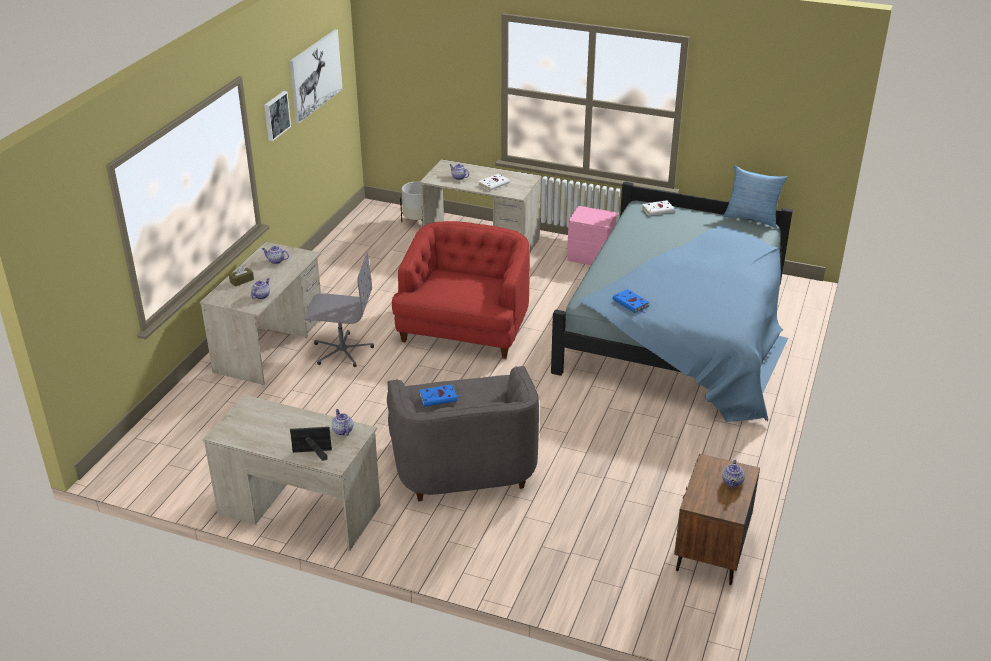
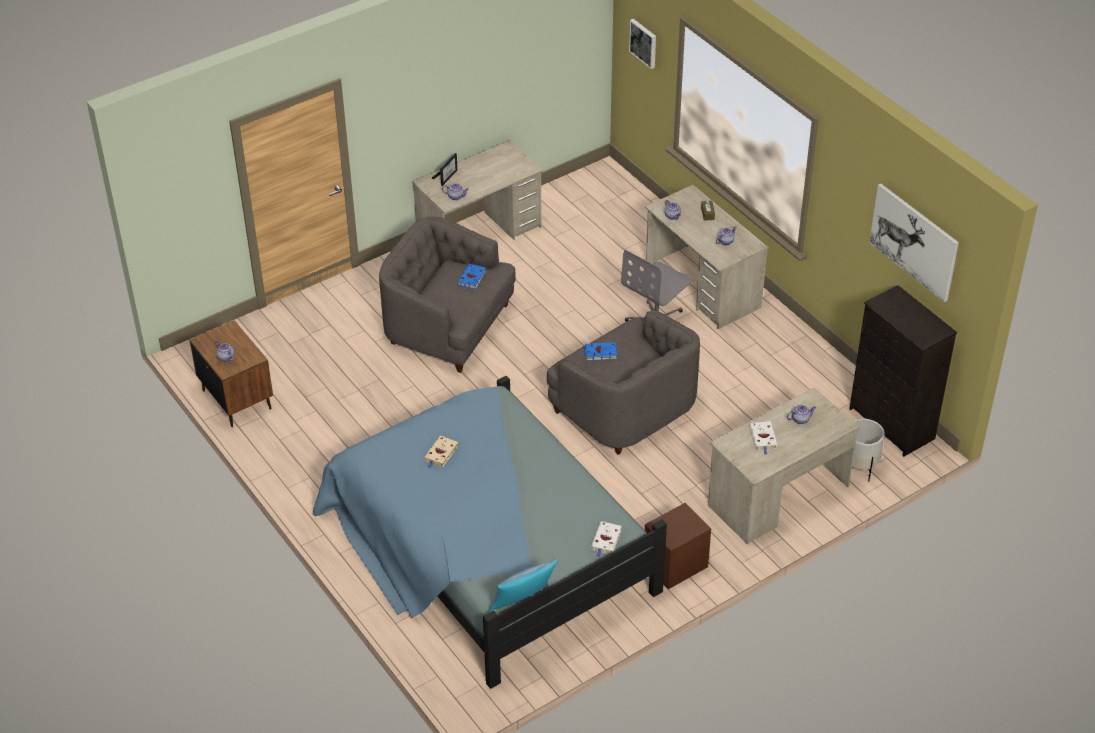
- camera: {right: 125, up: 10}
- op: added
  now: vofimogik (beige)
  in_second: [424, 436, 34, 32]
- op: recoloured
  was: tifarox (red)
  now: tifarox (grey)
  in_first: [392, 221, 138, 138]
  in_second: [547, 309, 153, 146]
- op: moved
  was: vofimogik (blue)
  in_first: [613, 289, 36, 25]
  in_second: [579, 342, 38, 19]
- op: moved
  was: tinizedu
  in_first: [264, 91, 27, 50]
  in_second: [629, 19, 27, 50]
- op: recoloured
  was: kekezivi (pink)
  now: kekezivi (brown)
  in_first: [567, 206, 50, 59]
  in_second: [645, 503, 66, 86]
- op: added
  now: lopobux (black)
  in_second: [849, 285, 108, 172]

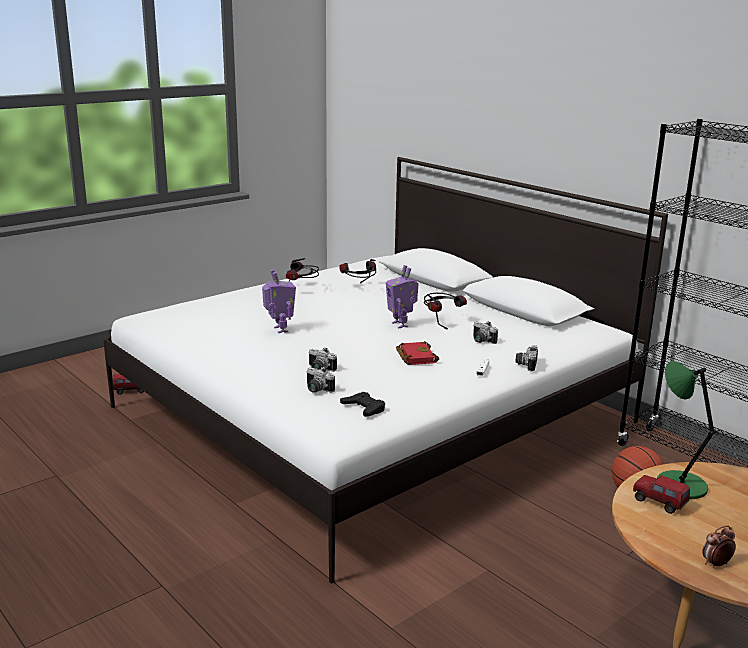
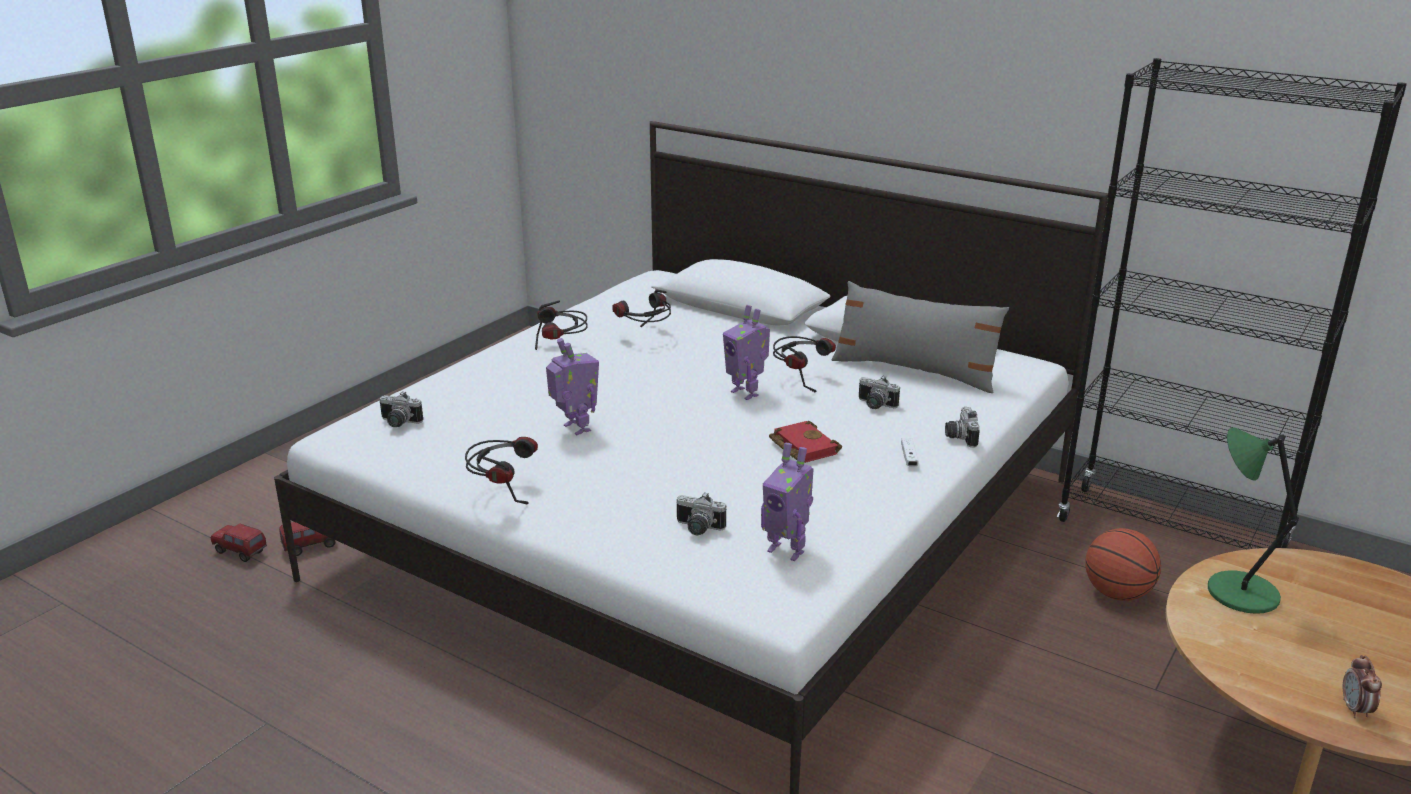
- camera: {right: -15, up: 5}
- op: moved
  was: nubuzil
  in_first: [633, 475, 57, 39]
  in_second: [210, 523, 57, 39]
- op: moved
  was: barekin
  in_first: [309, 347, 28, 25]
  in_second: [379, 391, 44, 36]
- op: added
  now: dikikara
  in_second: [465, 437, 73, 67]
- op: replaced
  was: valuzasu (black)
  now: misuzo
  in_first: [340, 392, 45, 25]
  in_second: [761, 443, 53, 118]
- op: added
  now: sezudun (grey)
  in_second: [832, 281, 177, 112]
- op: turned
  was: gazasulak
  in_first: [702, 526, 34, 42]
  in_second: [1343, 655, 39, 63]
  clockwise: -45

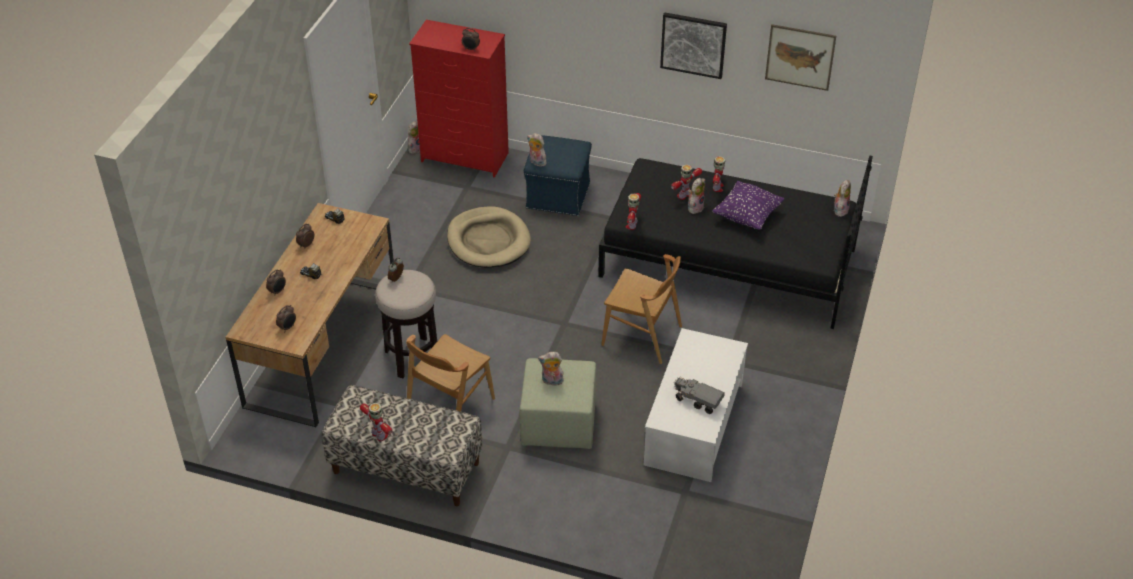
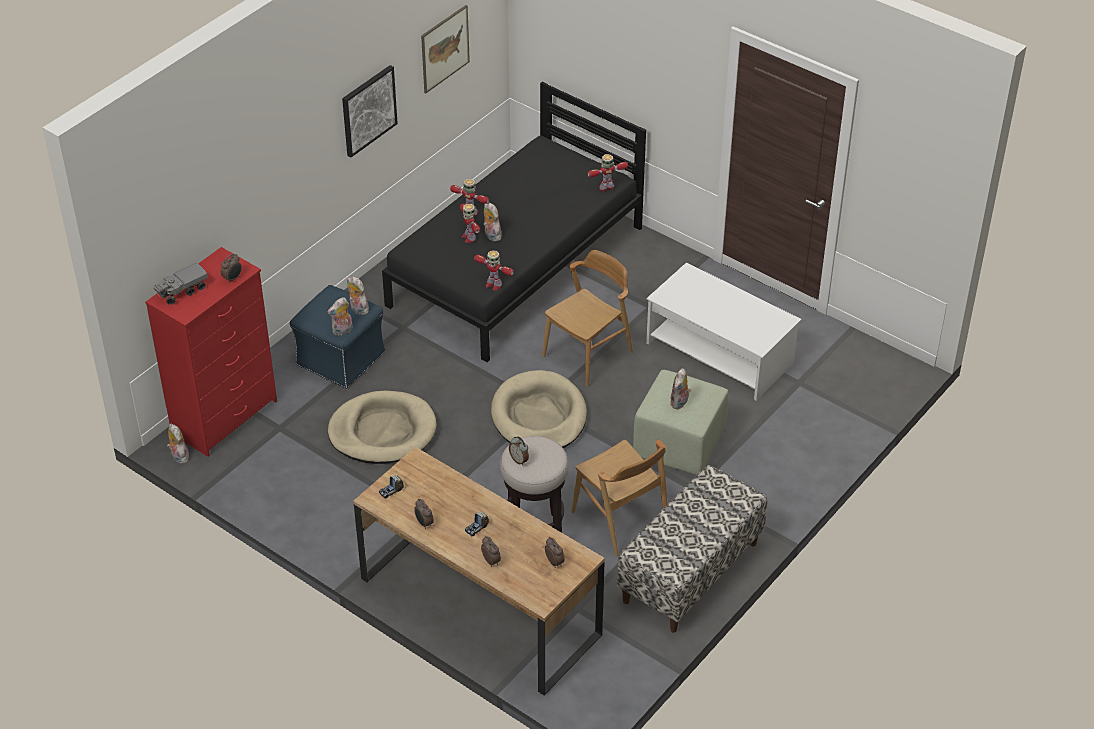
- camera: {right: -70, up: 0}
- op: moved
  was: nubuzil
  in_first: [674, 377, 51, 37]
  in_second: [154, 263, 54, 42]
- op: moved
  was: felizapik
  in_first: [834, 180, 17, 37]
  in_second: [347, 277, 22, 38]
- op: added
  now: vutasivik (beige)
  in_second: [491, 370, 96, 78]
- op: moved
  was: misuzo
  in_first: [360, 403, 32, 38]
  in_second: [588, 154, 40, 37]
- op: removed
  was: sezudun (purple)
  in_first: [712, 181, 72, 49]

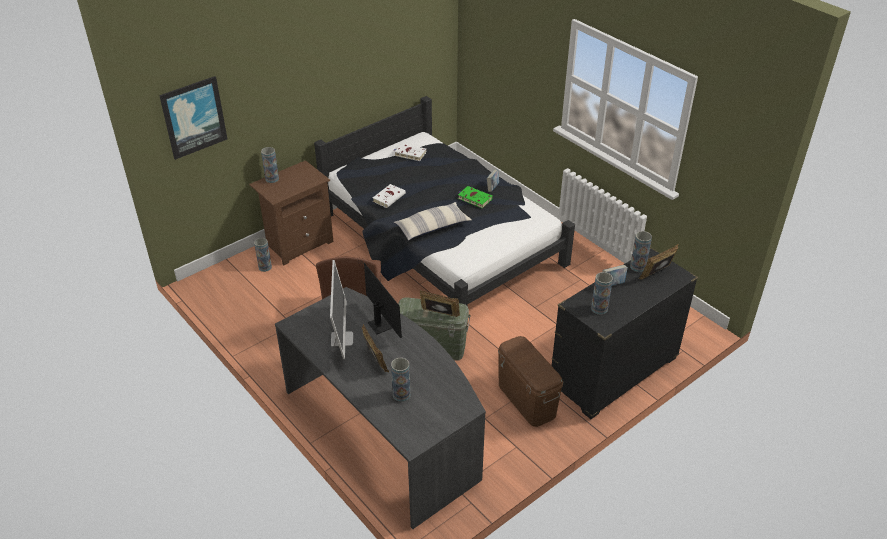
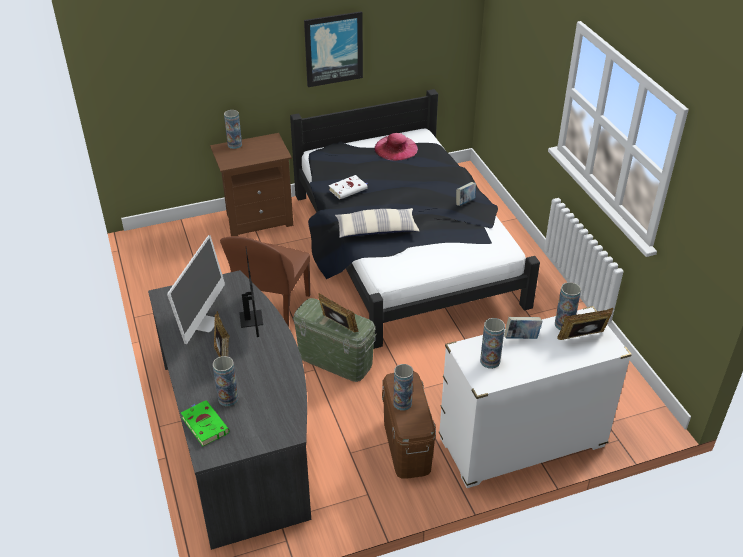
- camera: {right: 20, up: 0}
- op: moved
  was: vofimogik (green)
  in_first: [458, 186, 35, 22]
  in_second: [181, 400, 48, 46]
- op: moved
  was: tinizedu
  in_first: [159, 76, 68, 84]
  in_second: [304, 11, 59, 76]
- op: replaced
  was: vofimogik (white)
  now: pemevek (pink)
  in_first: [394, 143, 33, 18]
  in_second: [374, 133, 44, 28]
- op: moved
  was: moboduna
  in_first: [254, 238, 18, 34]
  in_second: [393, 364, 20, 47]
- op: recoloured
  was: lopobux (black)
  now: lopobux (white)
  in_first: [552, 247, 146, 172]
  in_second: [439, 306, 193, 182]

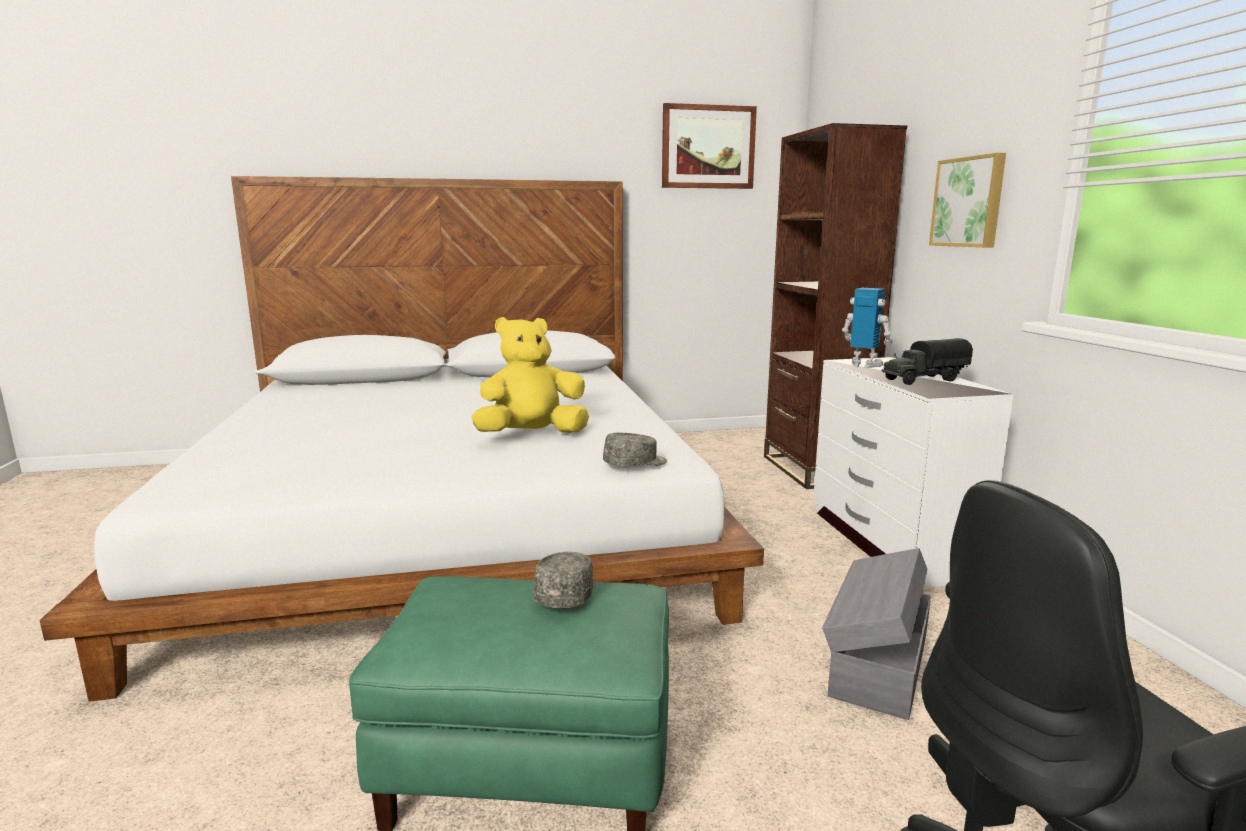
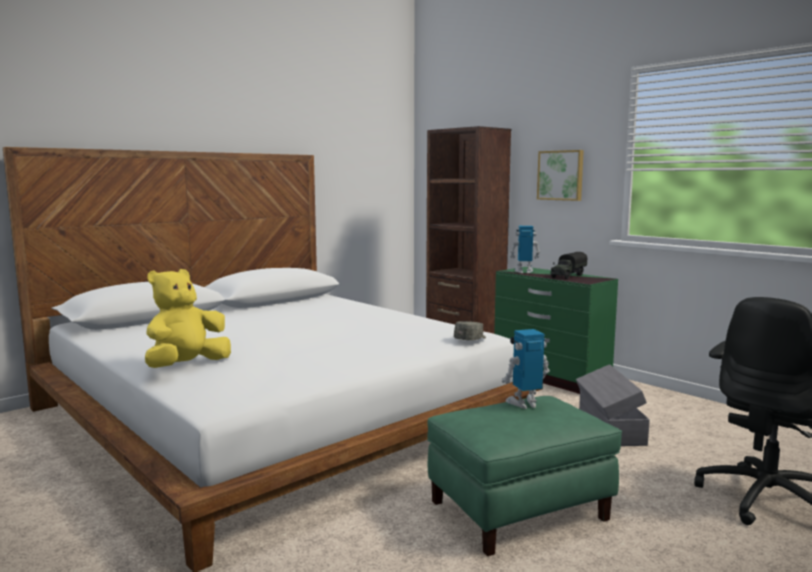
- camera: {right: -30, up: -5}
- op: moved
  was: felizapik (yellow)
  in_first: [471, 317, 118, 116]
  in_second: [145, 269, 86, 99]
- op: recoloured
  was: lopobux (white)
  now: lopobux (green)
  in_first: [813, 357, 201, 231]
  in_second: [494, 267, 124, 127]
- op: replaced
  was: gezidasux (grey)
  now: misuzo
  in_first: [533, 552, 62, 56]
  in_second: [502, 329, 48, 80]
- op: removed
  was: tinizedu
  in_first: [662, 103, 95, 86]

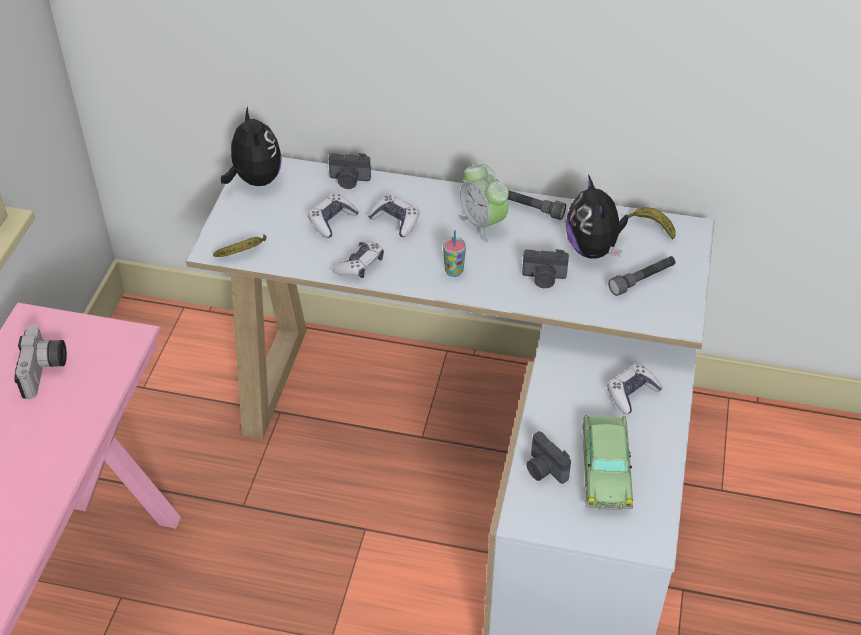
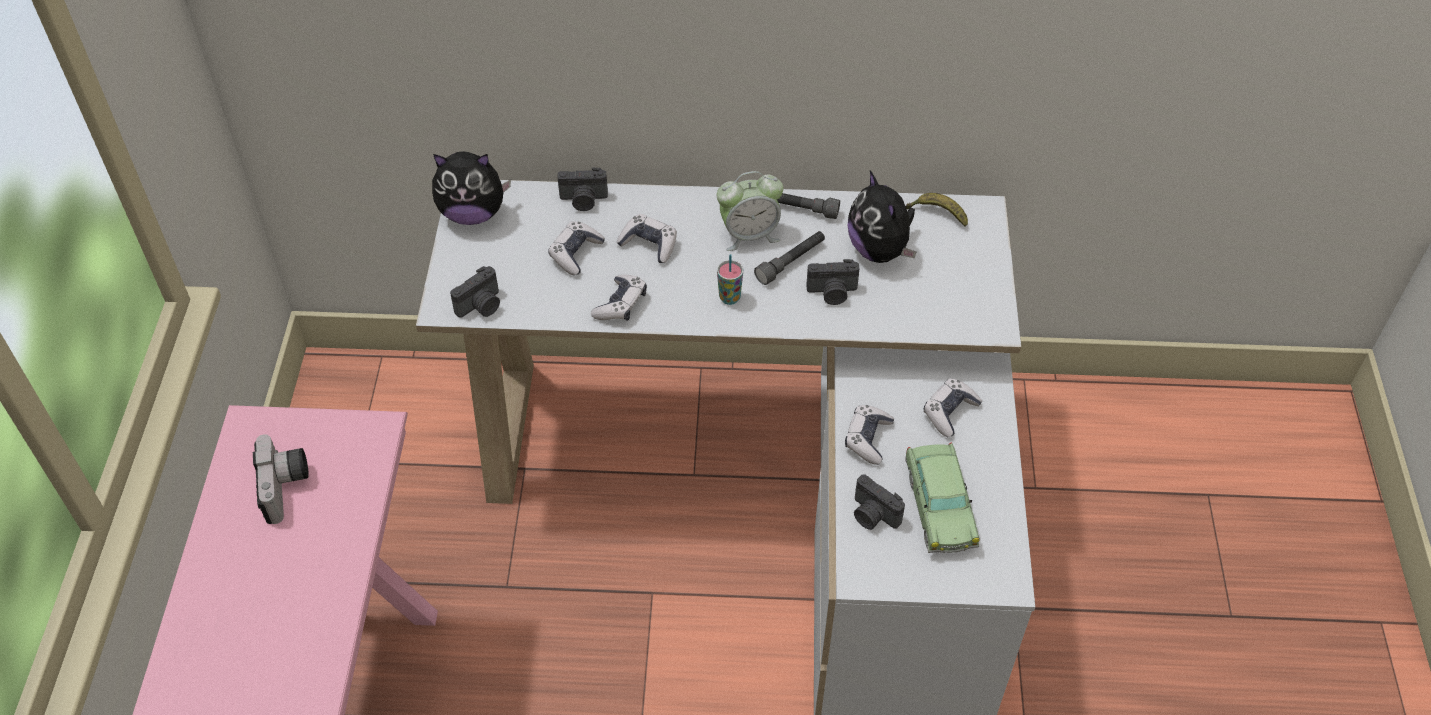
- camera: {right: -10, up: 5}
- op: turned
  was: felizapik
  in_first: [221, 106, 61, 80]
  in_second: [432, 151, 79, 74]
  clockwise: 120
- op: replaced
  was: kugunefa
  now: barekin
  in_first: [213, 235, 54, 22]
  in_second: [450, 266, 50, 52]
- op: turned
  was: gazasulak
  in_first: [458, 164, 51, 78]
  in_second: [717, 171, 67, 80]
  clockwise: -60
- op: moved
  was: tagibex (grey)
  in_first: [608, 256, 67, 40]
  in_second: [754, 231, 71, 54]
- op: added
  now: valuzasu
  in_second: [845, 405, 49, 60]

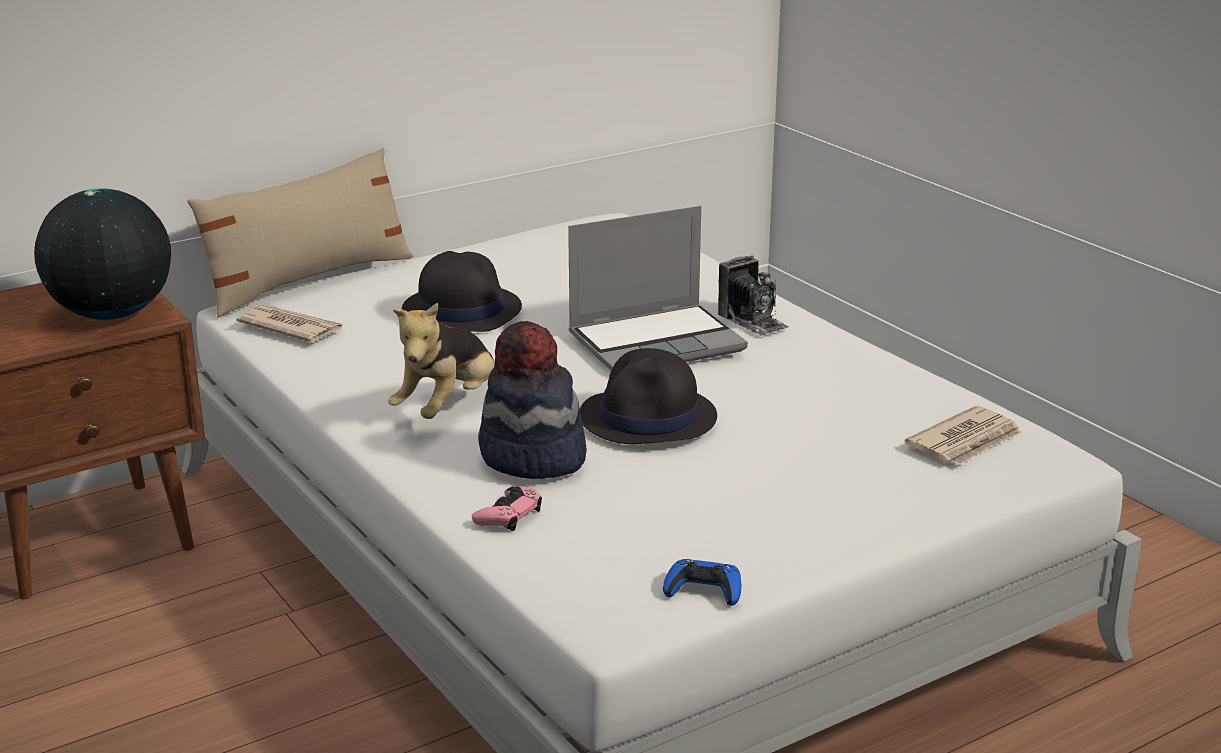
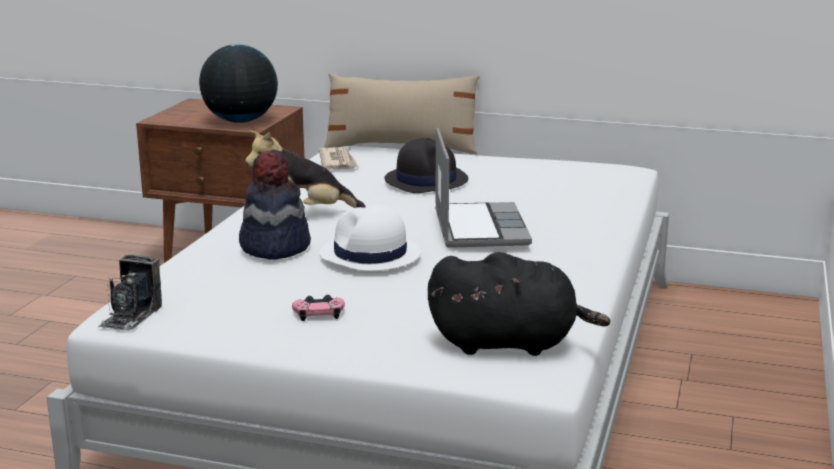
- camera: {right: 50, up: -5}
- op: moved
  was: barekin
  in_first: [718, 255, 71, 81]
  in_second: [98, 254, 64, 77]
- op: moved
  was: valuzasu (pink)
  in_first: [472, 486, 70, 45]
  in_second: [292, 295, 53, 26]
- op: recoloured
  was: pemevek (black)
  now: pemevek (white)
  in_first: [580, 348, 137, 96]
  in_second: [319, 204, 102, 67]
- op: replaced
  was: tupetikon
  now: felizapik (black)
  in_first: [905, 406, 117, 59]
  in_second: [428, 252, 183, 104]
- op: turned
  was: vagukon
  in_first: [568, 206, 180, 165]
  in_second: [435, 128, 97, 120]
  clockwise: -120
- op: removed
  was: valuzasu (blue)
  in_first: [663, 559, 78, 47]

